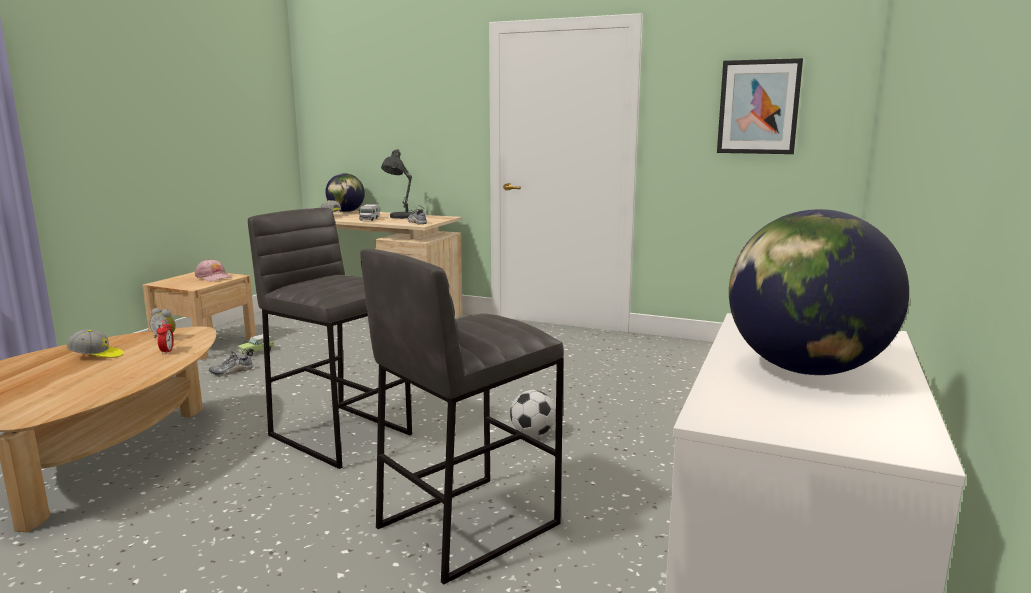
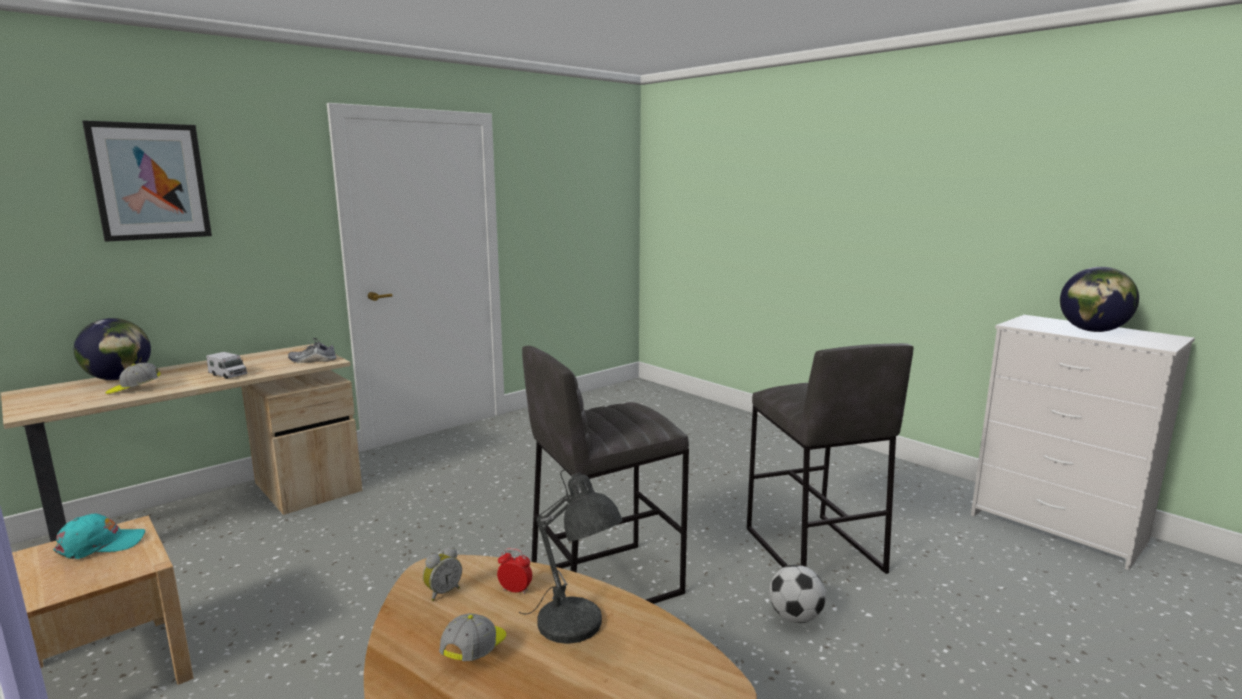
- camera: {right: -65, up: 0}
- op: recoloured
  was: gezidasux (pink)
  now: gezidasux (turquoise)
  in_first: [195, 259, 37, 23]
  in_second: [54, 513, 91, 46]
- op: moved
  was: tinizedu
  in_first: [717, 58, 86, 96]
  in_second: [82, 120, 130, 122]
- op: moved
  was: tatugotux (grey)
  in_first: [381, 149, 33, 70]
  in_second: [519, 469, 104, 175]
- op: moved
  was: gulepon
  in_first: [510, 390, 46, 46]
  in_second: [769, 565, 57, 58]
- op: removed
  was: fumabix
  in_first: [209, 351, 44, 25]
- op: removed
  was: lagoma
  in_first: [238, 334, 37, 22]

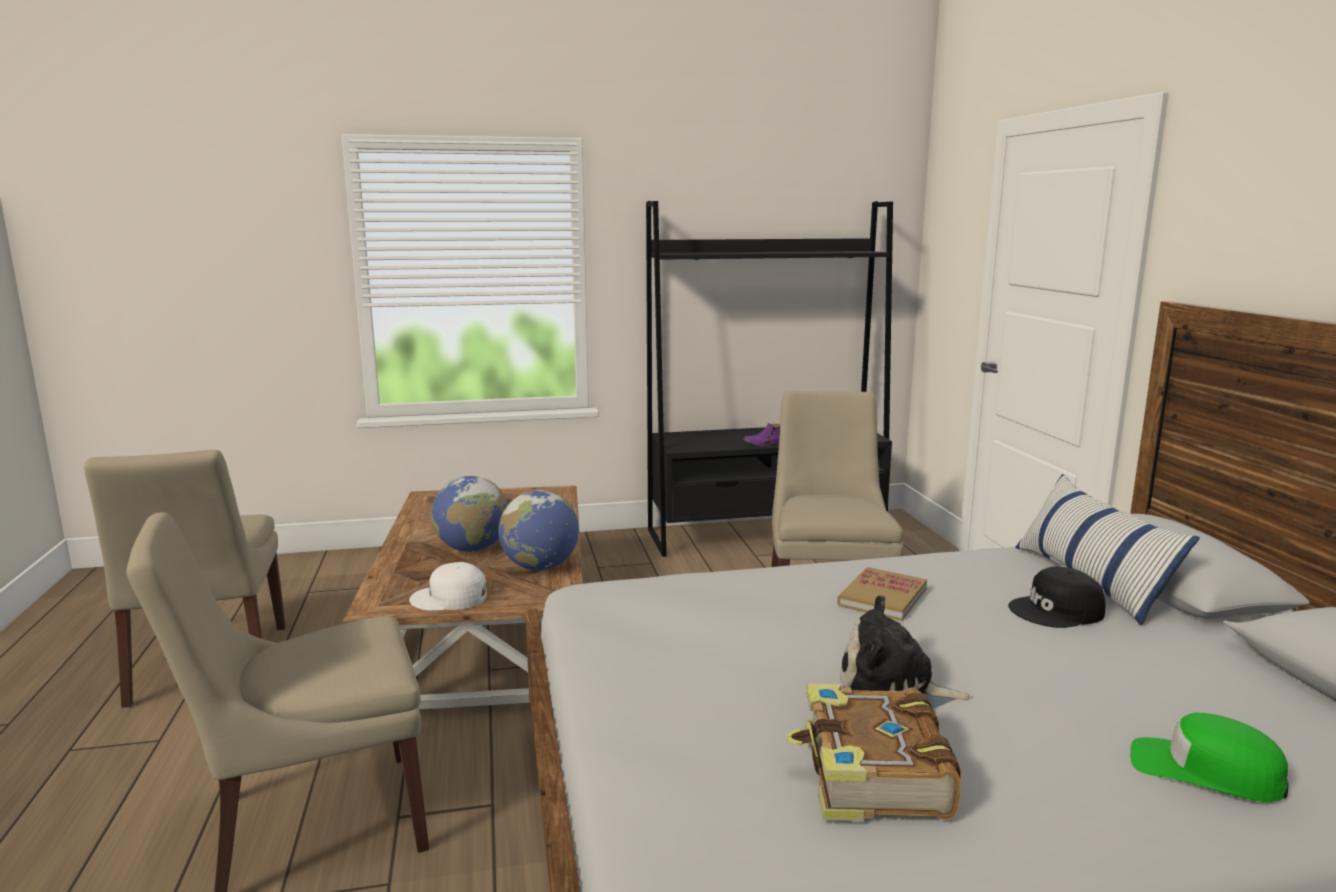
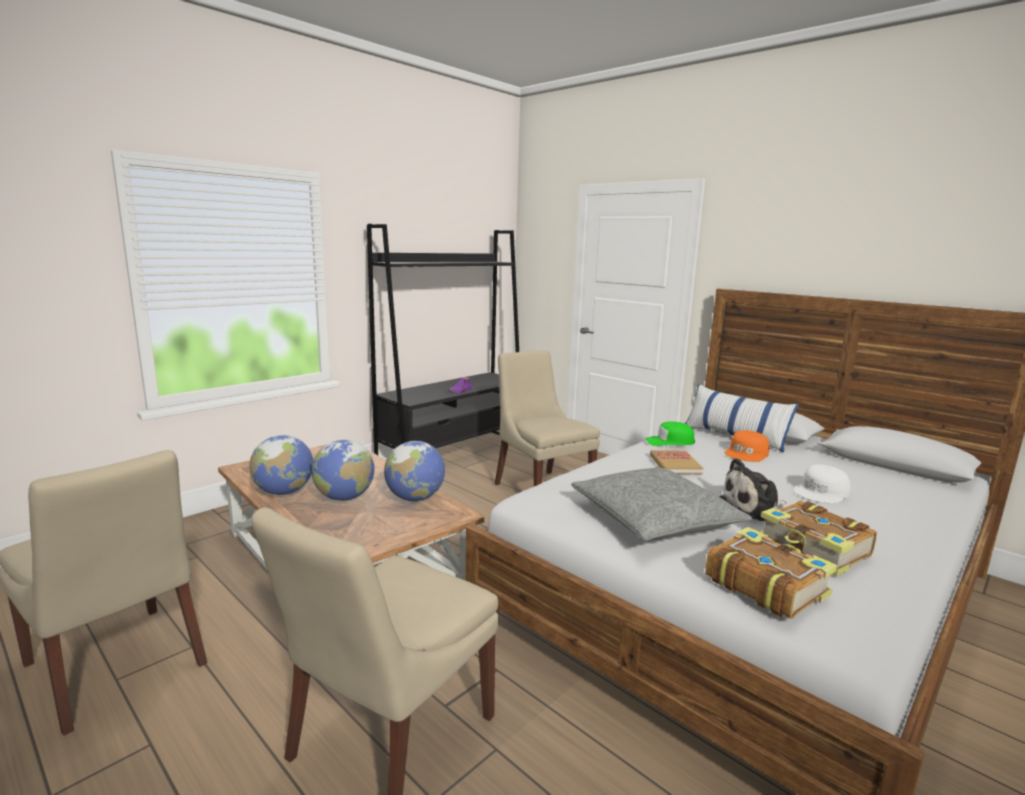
- camera: {right: -35, up: 0}
- op: added
  now: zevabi
  in_second: [249, 435, 64, 60]
- op: added
  now: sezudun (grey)
  in_second: [571, 468, 181, 73]
- op: moved
  was: gezidasux (green)
  in_first: [1130, 713, 159, 89]
  in_second: [645, 421, 50, 25]
- op: added
  now: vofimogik
  in_second: [705, 527, 132, 92]
- op: recoloured
  was: gezidasux (black)
  now: gezidasux (orange)
  in_first: [1008, 566, 98, 62]
  in_second: [724, 430, 45, 32]
- op: moved
  was: gezidasux (white)
  in_first: [409, 562, 78, 49]
  in_second: [793, 464, 57, 39]

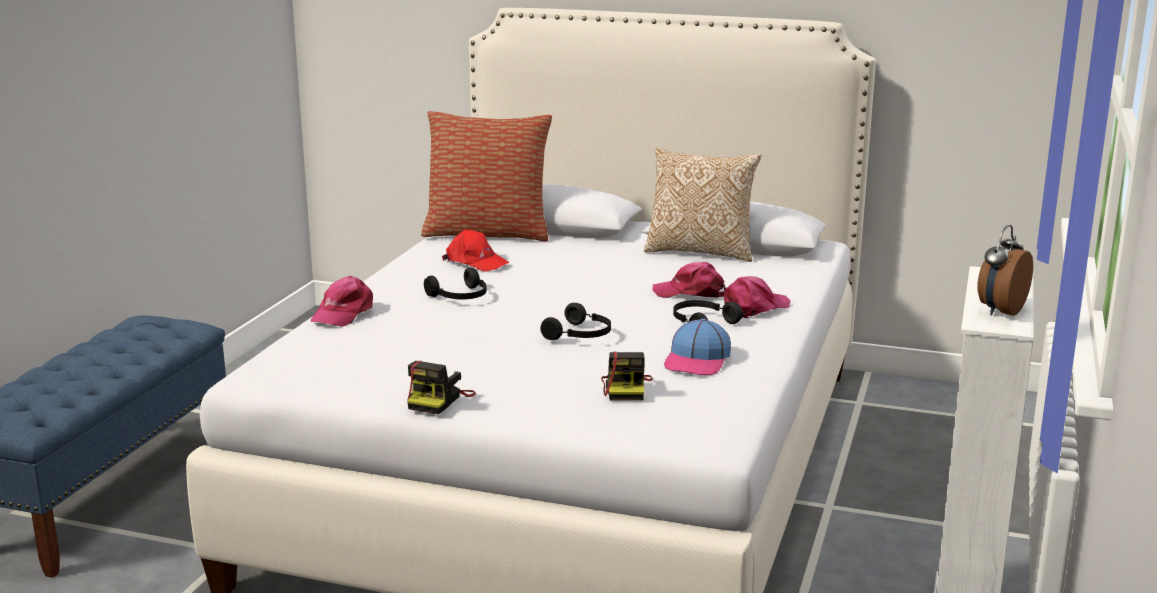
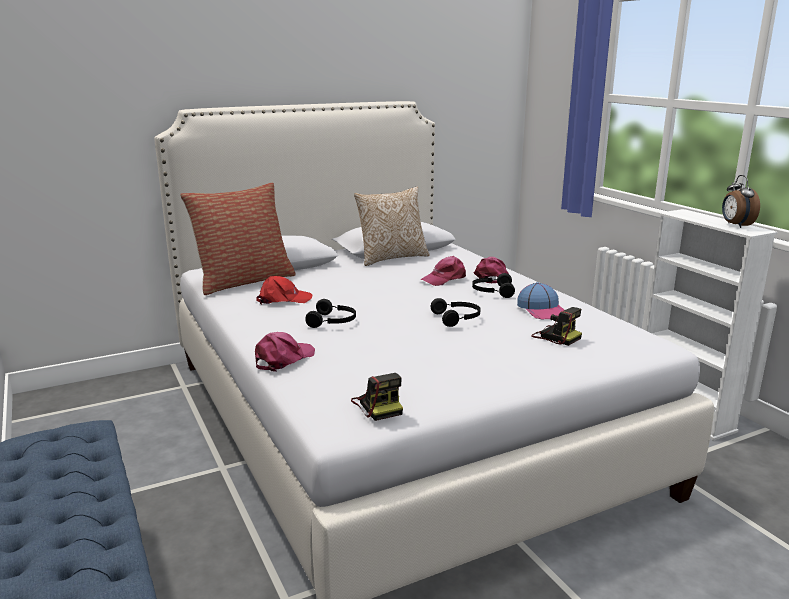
- camera: {right: -45, up: 0}
- op: turned
  was: gezidasux (pink)
  in_first: [311, 276, 62, 51]
  in_second: [255, 332, 60, 40]
  clockwise: -120
- op: moved
  was: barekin
  in_first: [407, 361, 69, 53]
  in_second: [351, 373, 52, 48]

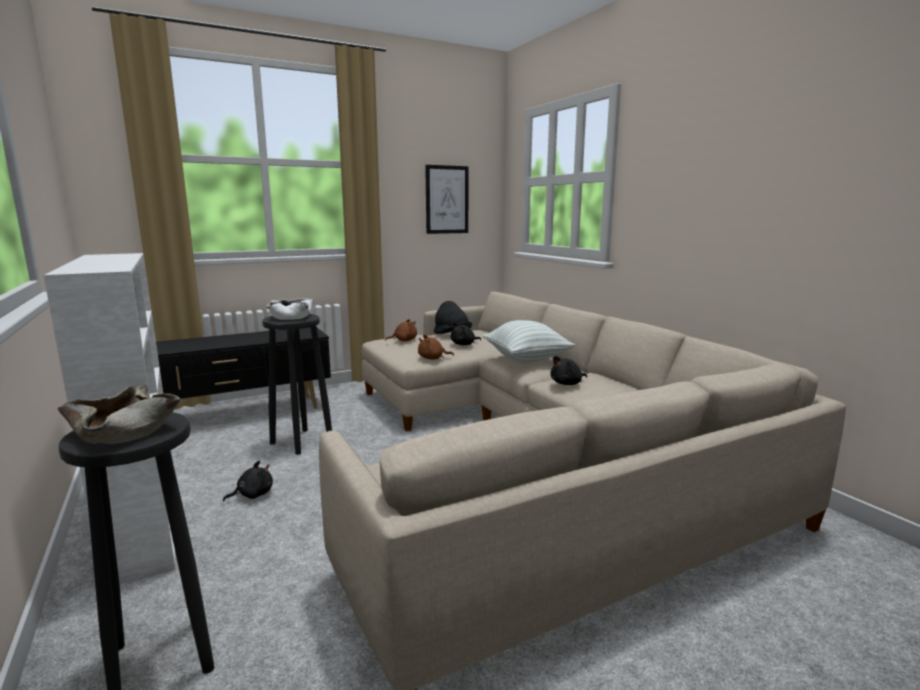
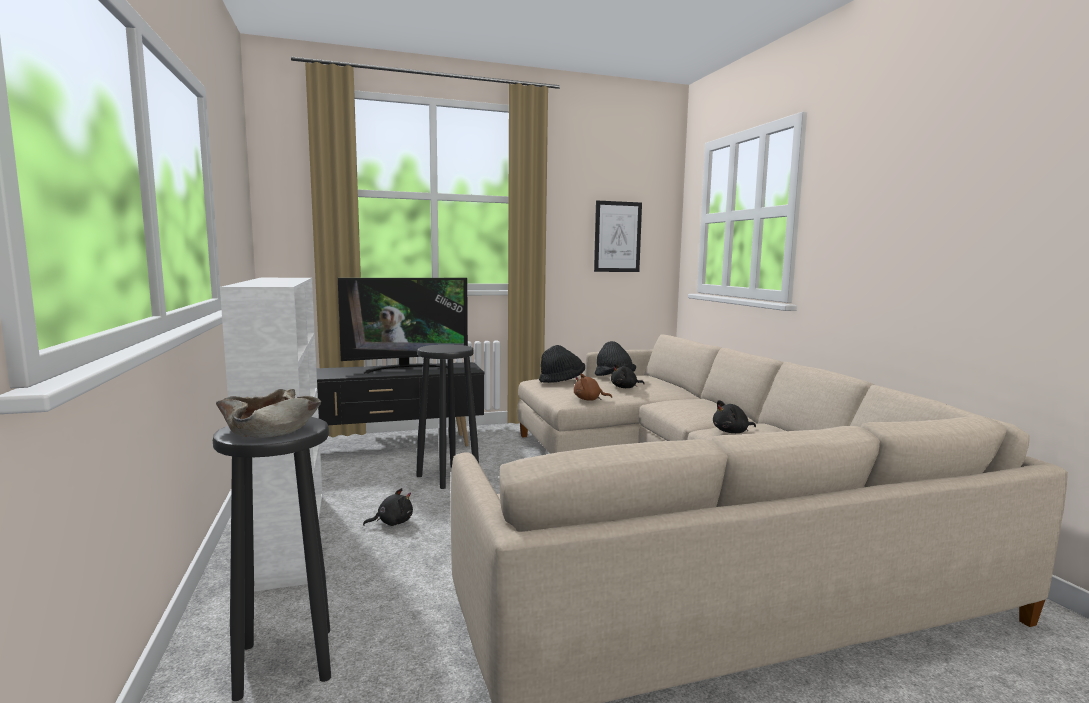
- camera: {right: 10, up: -5}
- op: added
  now: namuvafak
  in_second: [338, 278, 130, 96]
- op: replaced
  was: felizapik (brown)
  now: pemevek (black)
  in_first: [385, 319, 32, 22]
  in_second: [539, 345, 46, 38]
- op: removed
  was: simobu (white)
  in_first: [267, 298, 47, 22]
- op: removed
  was: sezudun
  in_first: [482, 320, 93, 43]

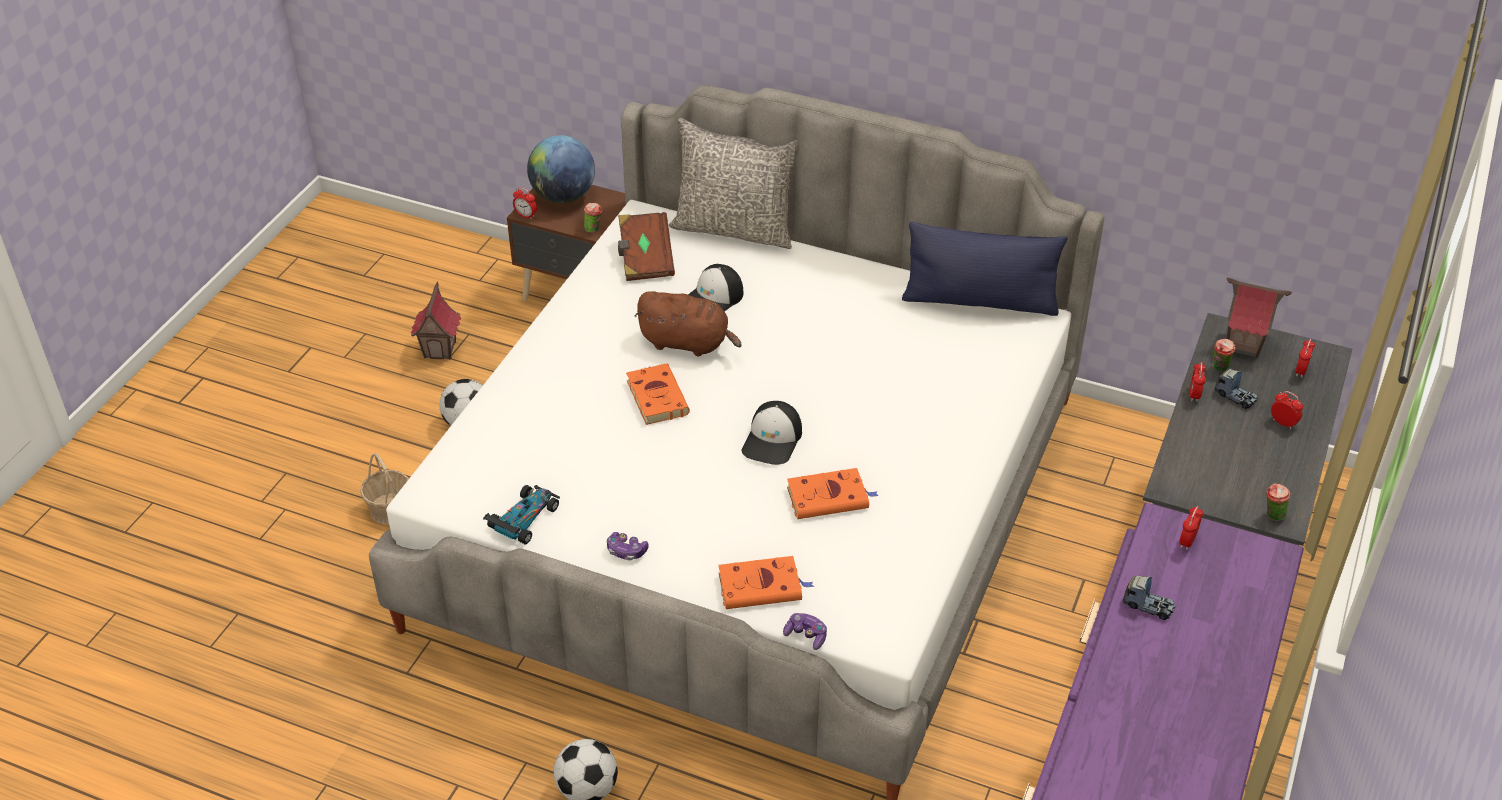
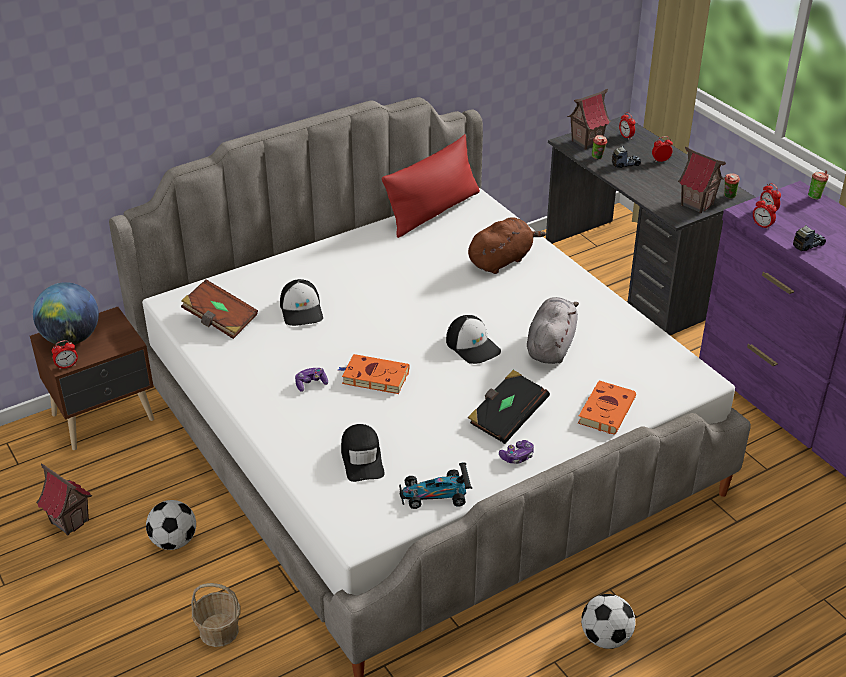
- camera: {right: -55, up: -5}
- op: moved
  was: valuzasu
  in_first: [783, 613, 44, 37]
  in_second: [295, 368, 33, 24]
- op: added
  now: gezidasux (black)
  in_second: [341, 424, 44, 58]
- op: recoloured
  was: sezudun (blue)
  now: sezudun (red)
  in_first: [902, 222, 166, 94]
  in_second: [382, 134, 98, 104]
- op: turned
  was: lagoma
  in_first: [483, 485, 77, 59]
  in_second: [399, 462, 73, 47]
  clockwise: -75
- op: moved
  was: felizapik (brown)
  in_first: [635, 291, 107, 66]
  in_second: [468, 217, 78, 57]
- op: added
  now: vofimogik (black)
  in_second: [468, 370, 82, 74]
- op: replaced
  was: vofimogik (orange)
  now: felizapik (grey)
  in_first: [787, 468, 92, 51]
  in_second: [527, 297, 52, 67]
- op: added
  now: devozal
  in_second: [678, 147, 48, 66]
- op: moved
  was: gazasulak
  in_first: [1190, 362, 16, 40]
  in_second: [753, 198, 24, 32]
- op: moved
  was: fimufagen
  in_first: [584, 203, 18, 30]
  in_second: [808, 170, 20, 30]
- op: removed
  was: sezudun (grey)
  in_first: [669, 118, 129, 131]

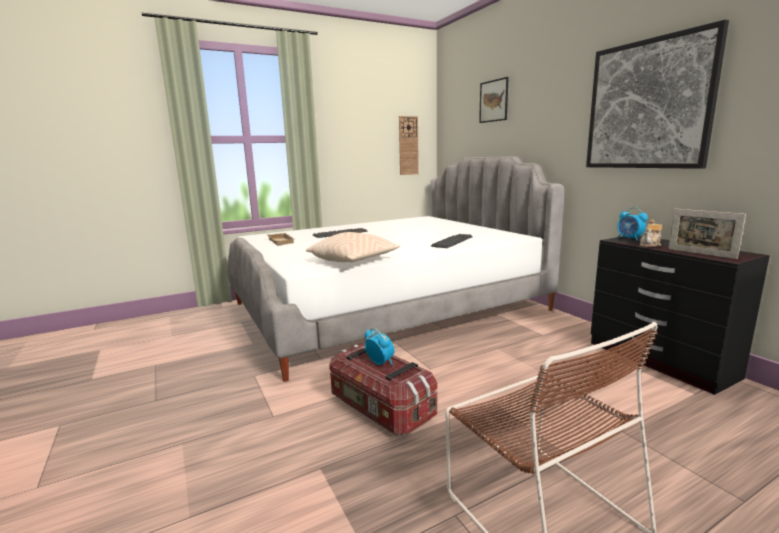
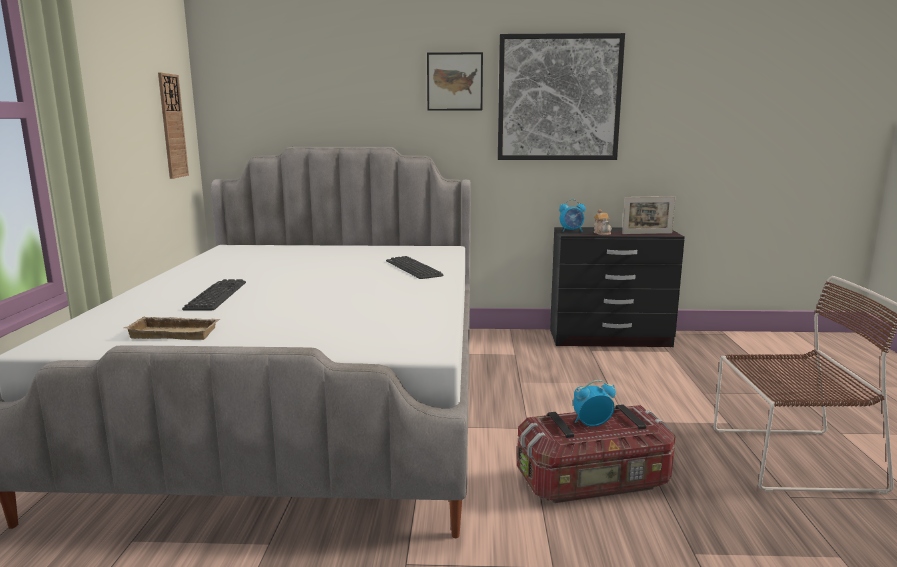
- camera: {right: -60, up: 0}
- op: moved
  was: tinizedu
  in_first: [479, 77, 30, 46]
  in_second: [427, 52, 56, 59]
- op: removed
  was: sezudun (beige)
  in_first: [306, 232, 95, 30]

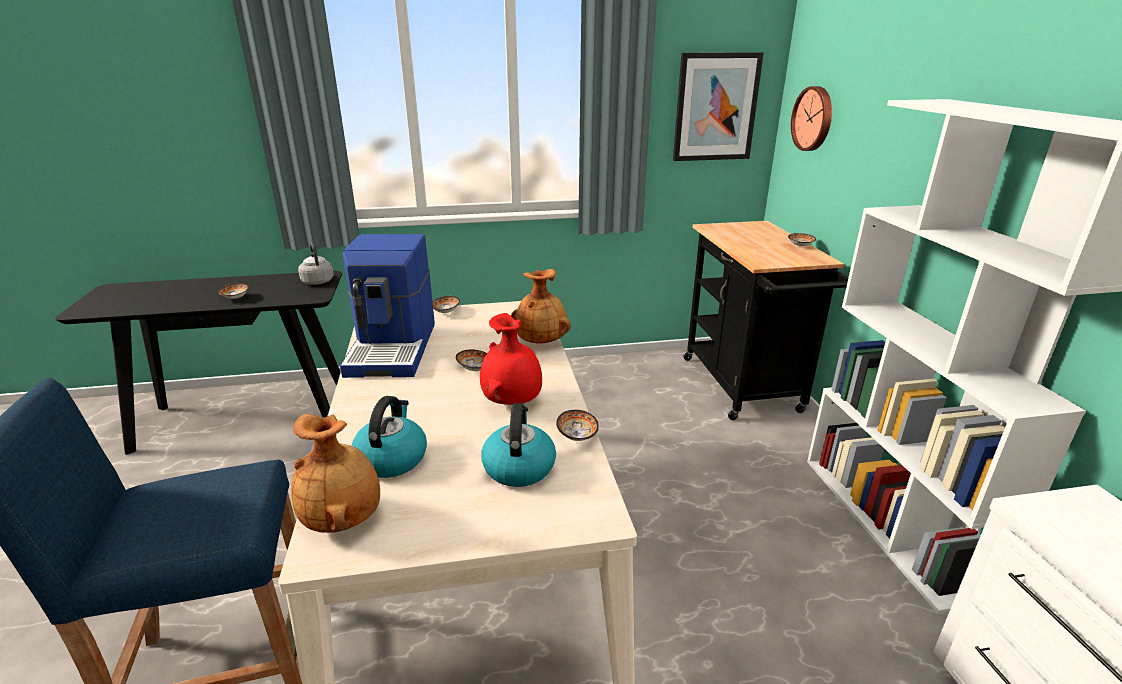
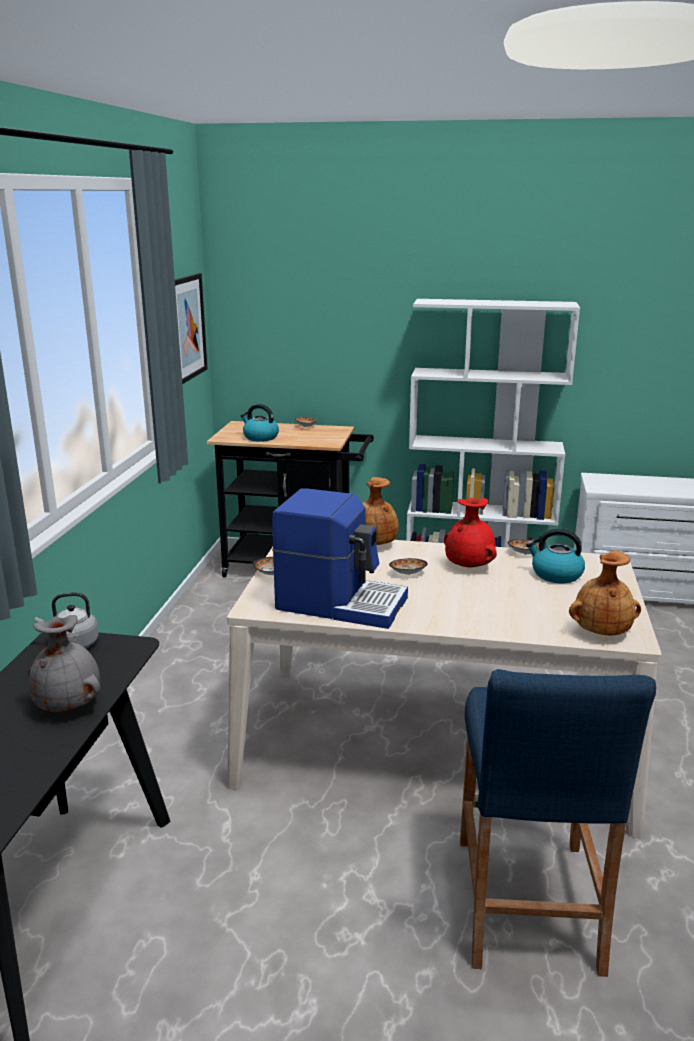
- camera: {right: -70, up: -5}
- op: replaced
  was: simobu
  now: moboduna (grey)
  in_first: [218, 283, 31, 16]
  in_second: [28, 615, 73, 97]
- op: moved
  was: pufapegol
  in_first: [352, 396, 75, 82]
  in_second: [241, 404, 38, 38]
- op: removed
  was: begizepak
  in_first: [791, 86, 41, 65]

